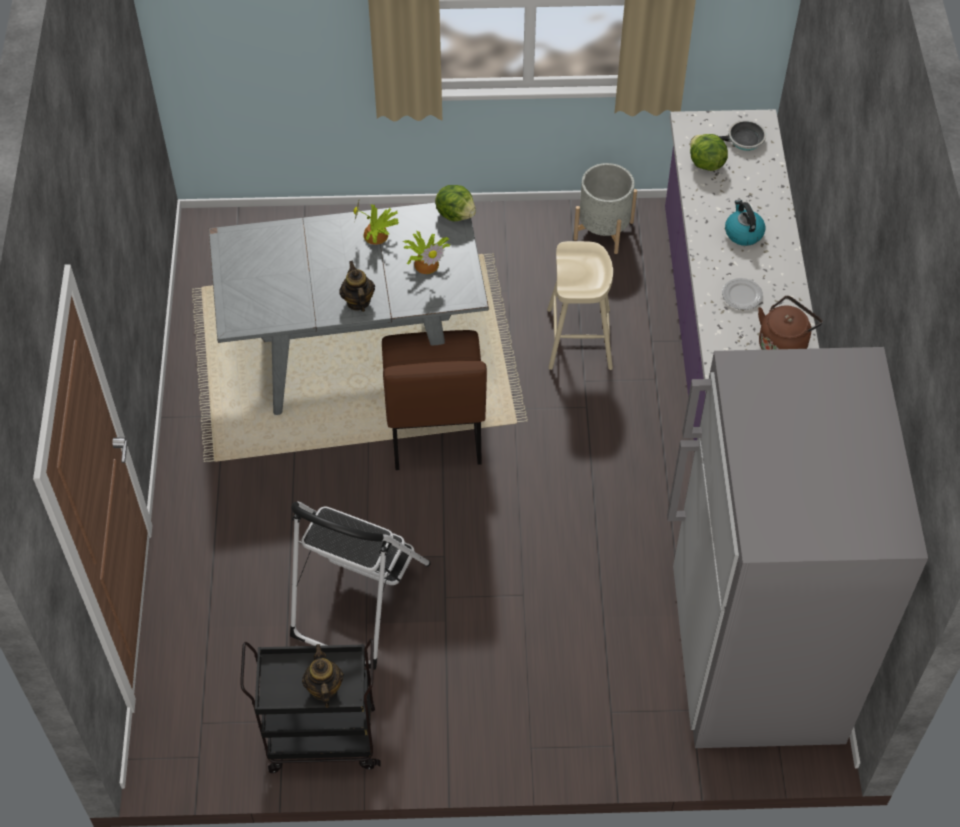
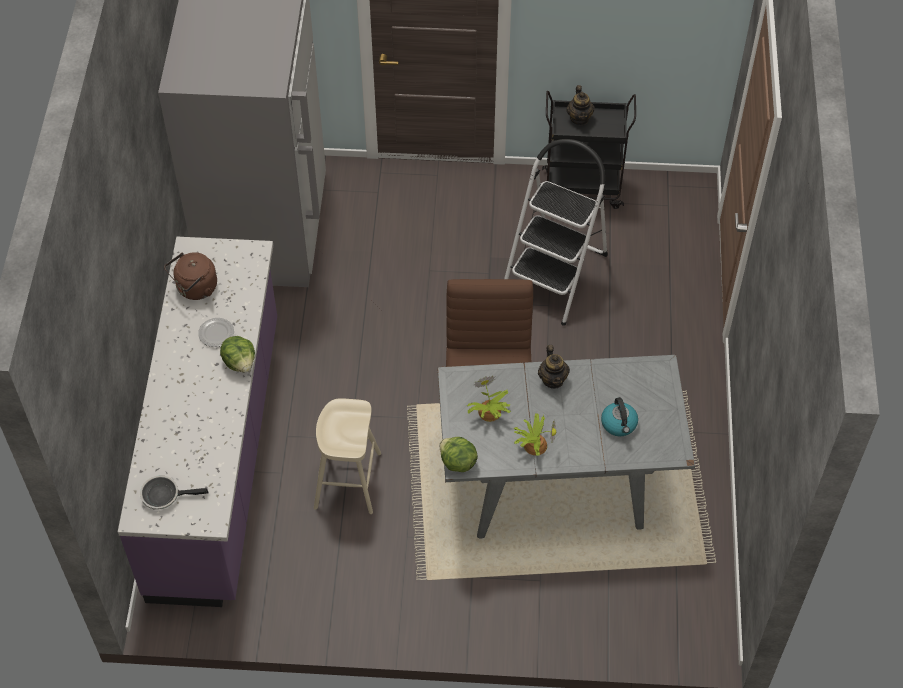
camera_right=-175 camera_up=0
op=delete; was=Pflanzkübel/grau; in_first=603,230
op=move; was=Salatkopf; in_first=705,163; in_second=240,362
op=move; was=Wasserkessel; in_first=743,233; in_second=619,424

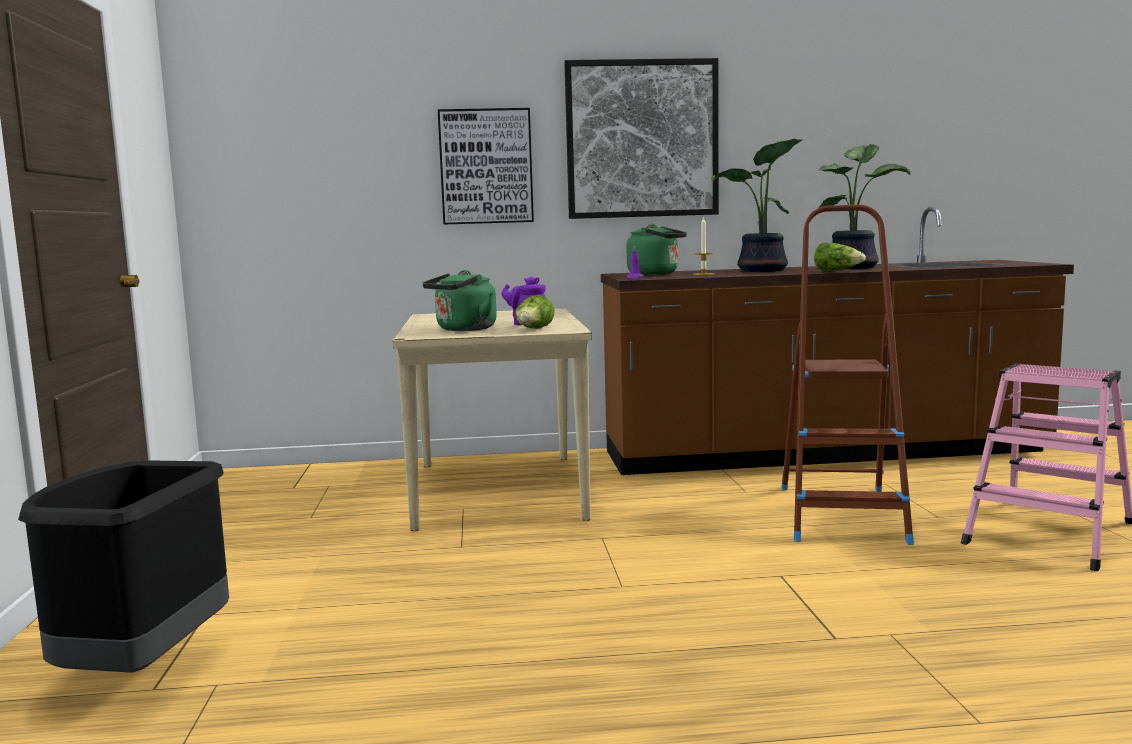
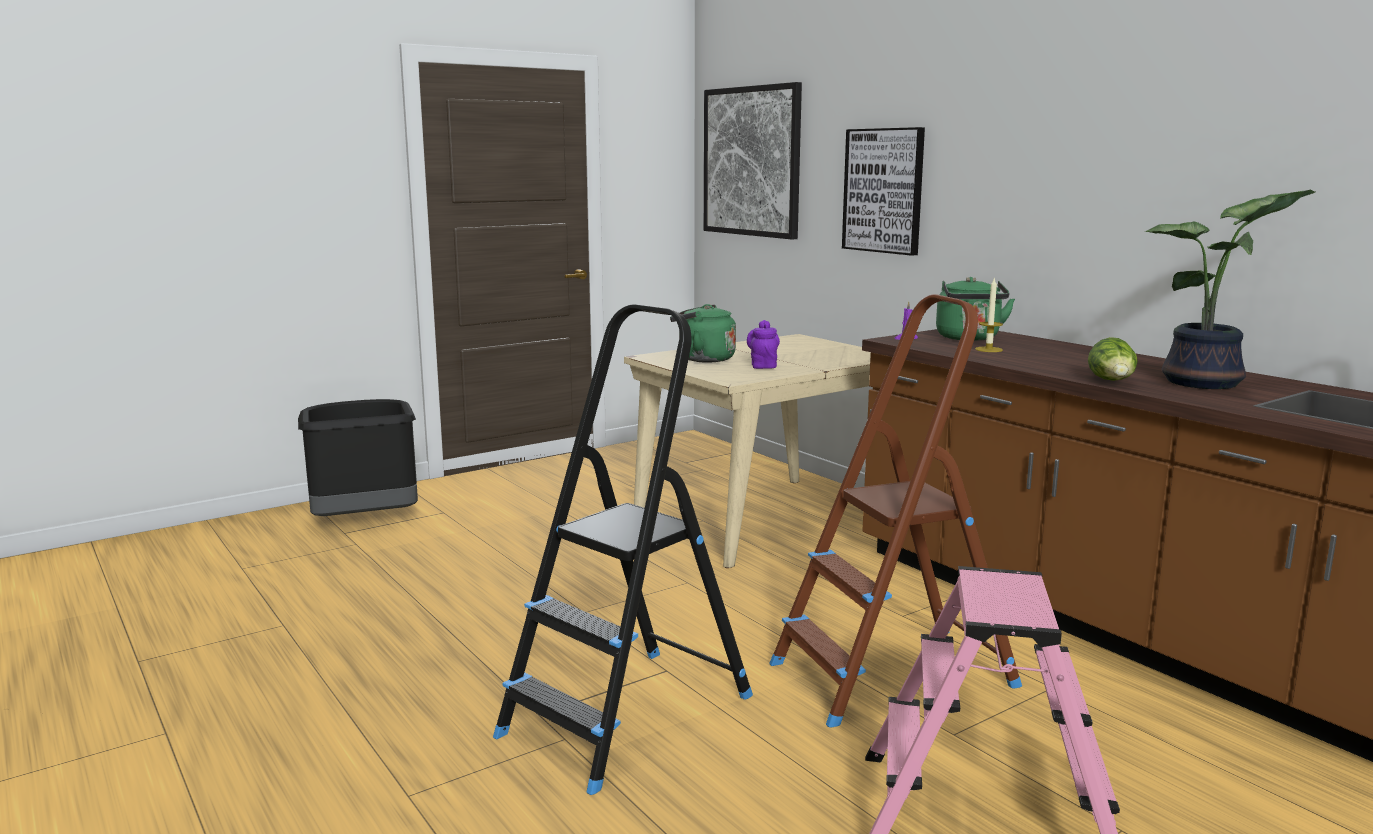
camera_right=60 camera_up=5
op=delete; was=Salatkopf; in_first=534,329
op=move; was=Bild; in_first=642,139; in_second=751,161
op=delete; was=Topfpflanze; in_first=761,271
op=insert; now=Trittleiter/schwarz; in_second=625,716

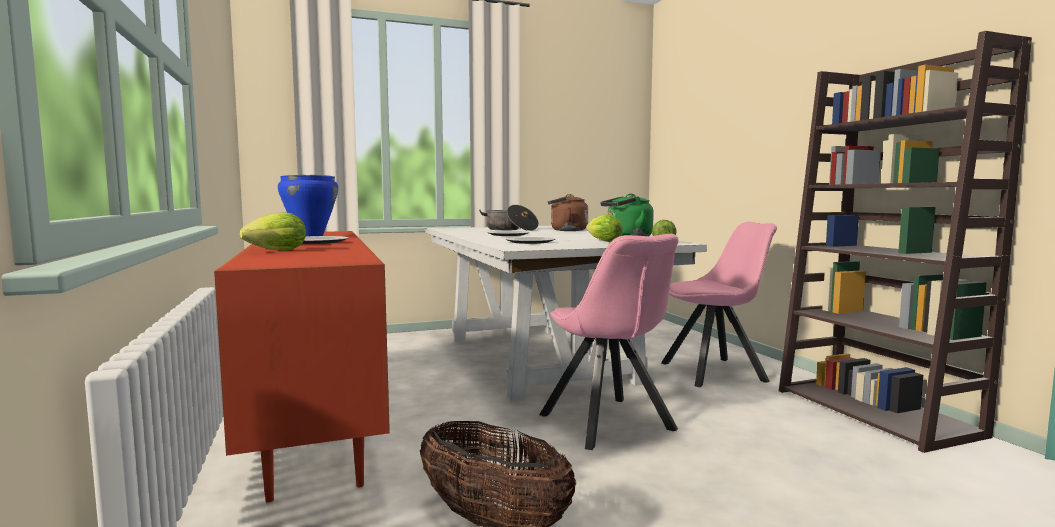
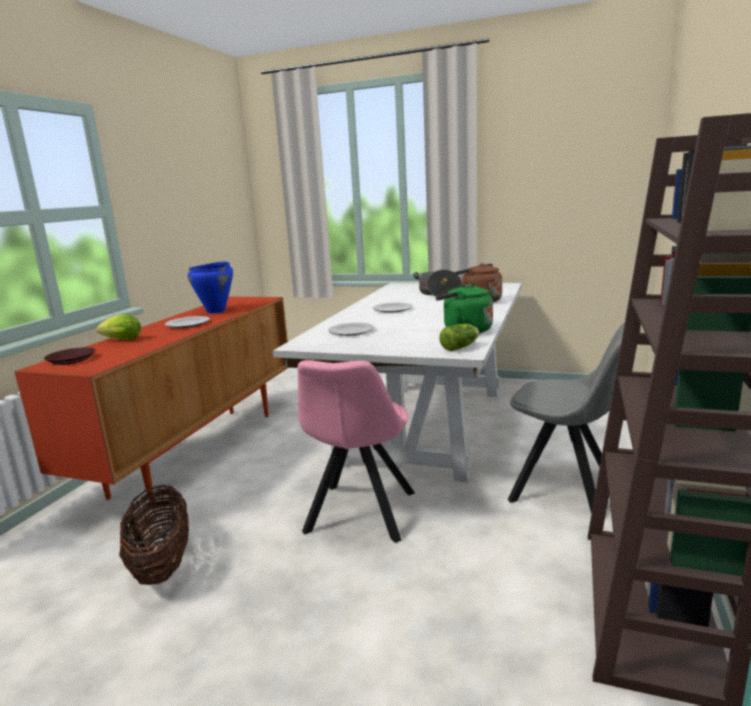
camera_right=40 camera_up=10
op=delete; was=Salatkopf; in_first=602,241
op=recolor; was=Stuhl/rosa; now=Stuhl/grau; in_first=715,372; in_second=565,488
op=insert; now=Teller/braun; in_second=72,359

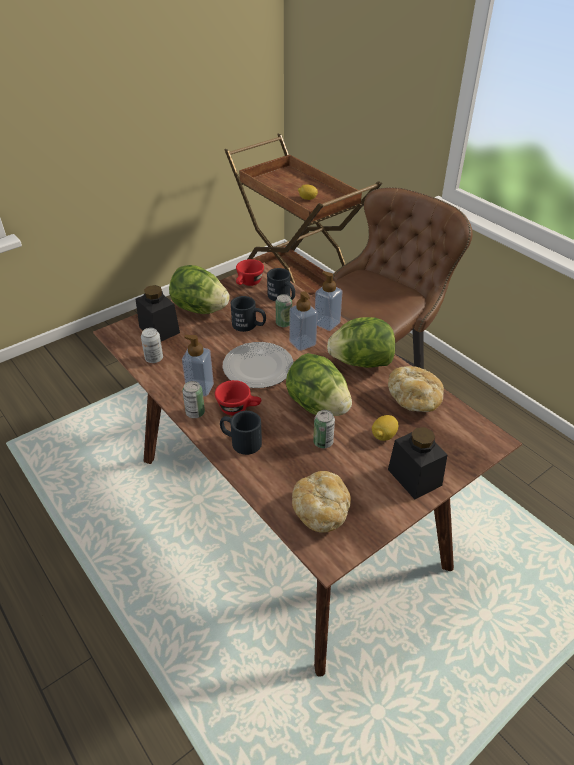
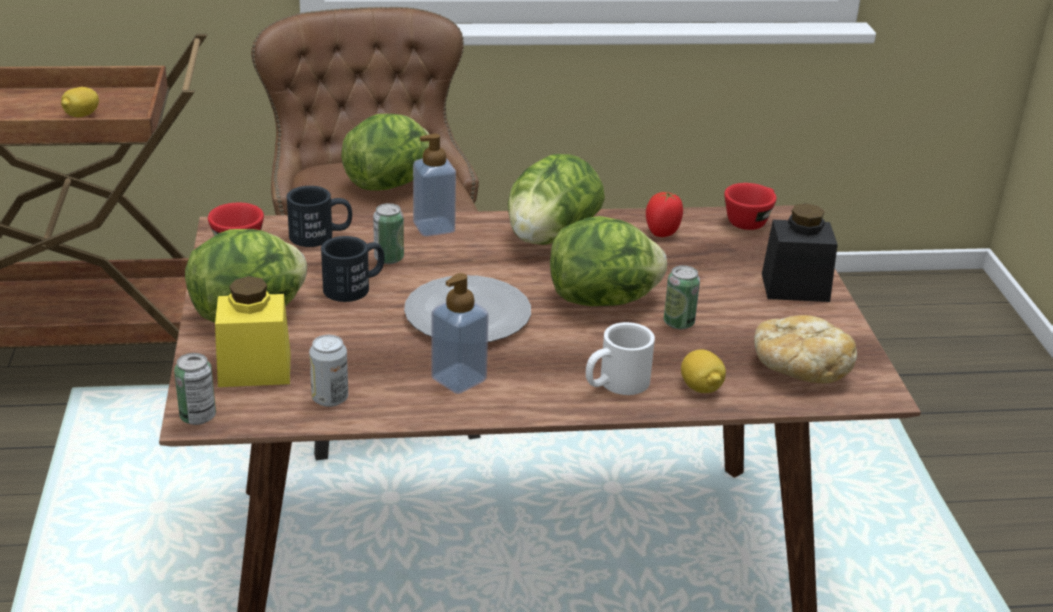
camera_right=-60 camera_up=-10
op=recolor; was=Vorratsglas/schwarz; now=Vorratsglas/gelb; in_first=159,330; in_second=254,369
op=move; was=Dose; in_first=195,413; in_second=198,417
op=move; was=Tasse/rot; in_first=239,408; in_second=750,220
op=recolor; was=Henkelbecher/schwarz; now=Henkelbecher/weiß; in_first=240,441; in_second=615,384
op=delete; was=Seifenspender; in_first=302,343
op=move; was=Zitrone; in_first=383,436; in_second=701,388
op=replace; was=Brot; now=Tomate; in_first=414,399; in_second=662,233
op=insert; now=Salatkopf; in_second=391,184

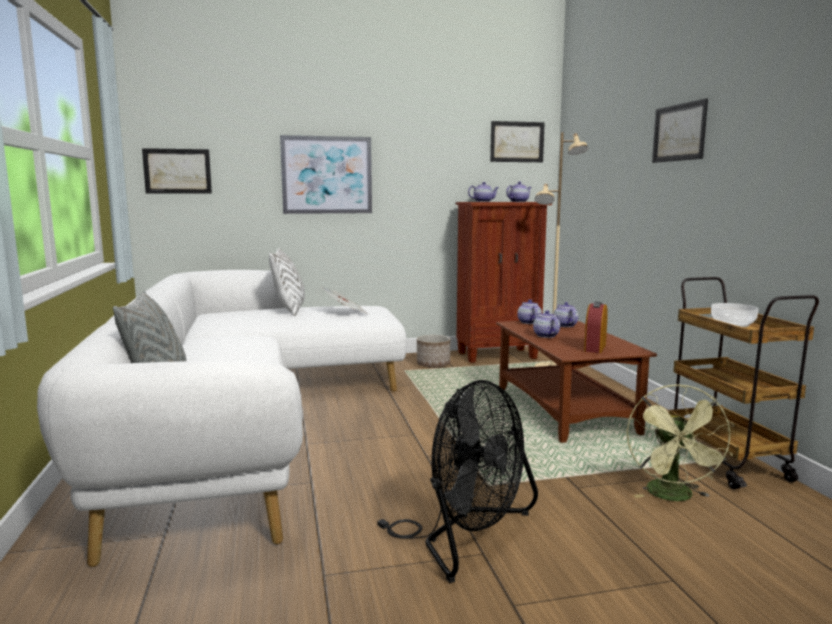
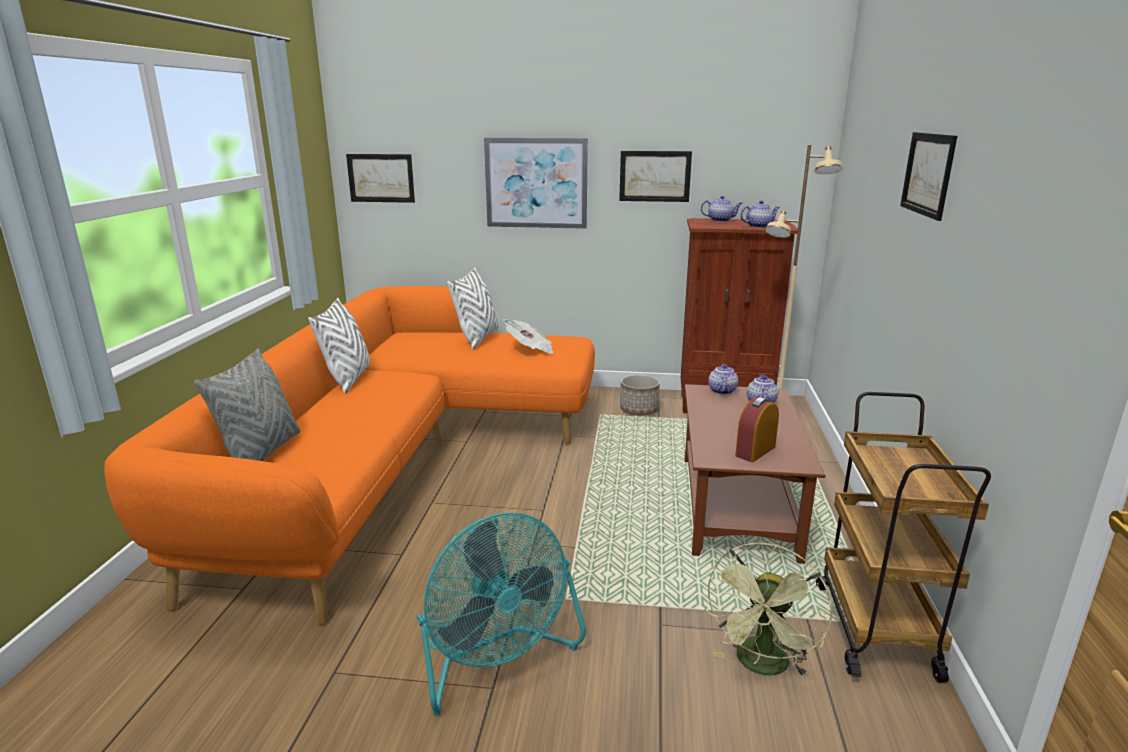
camera_right=20 camera_up=10
op=recolor; was=Sofa/weiß; now=Sofa/orange; in_first=247,417; in_second=402,457
op=recolor; was=Ventilator/schwarz; now=Ventilator/türkis; in_first=463,537; in_second=489,661
op=move; was=Bild; in_first=517,142; in_second=655,176
op=delete; was=Teekanne; in_first=545,335
op=delete; was=Schüssel; in_first=733,324
op=insert; now=Kissen/weiß; in_second=348,379

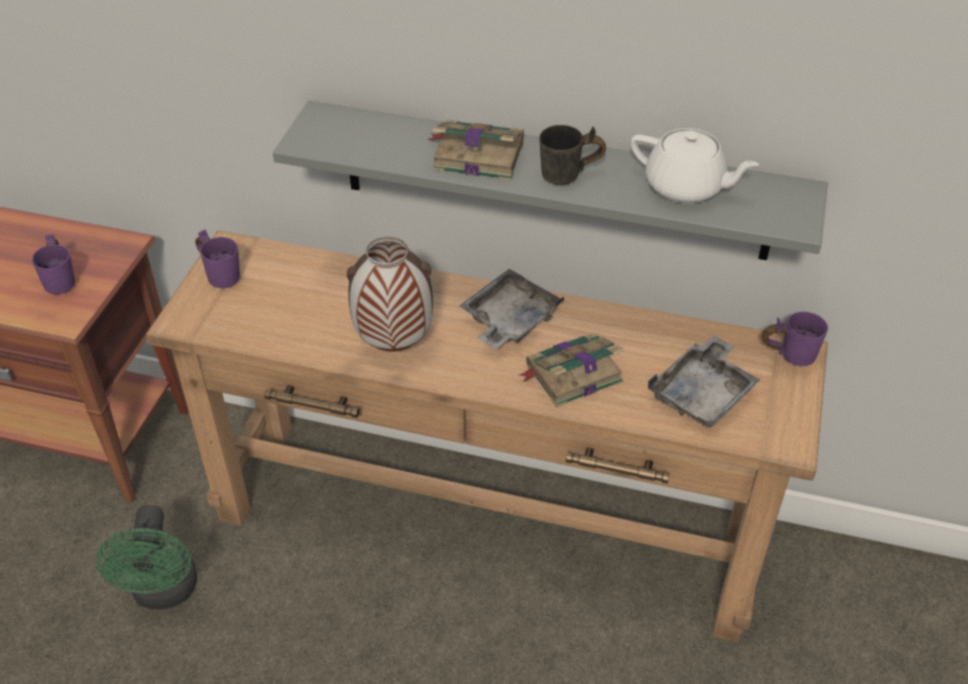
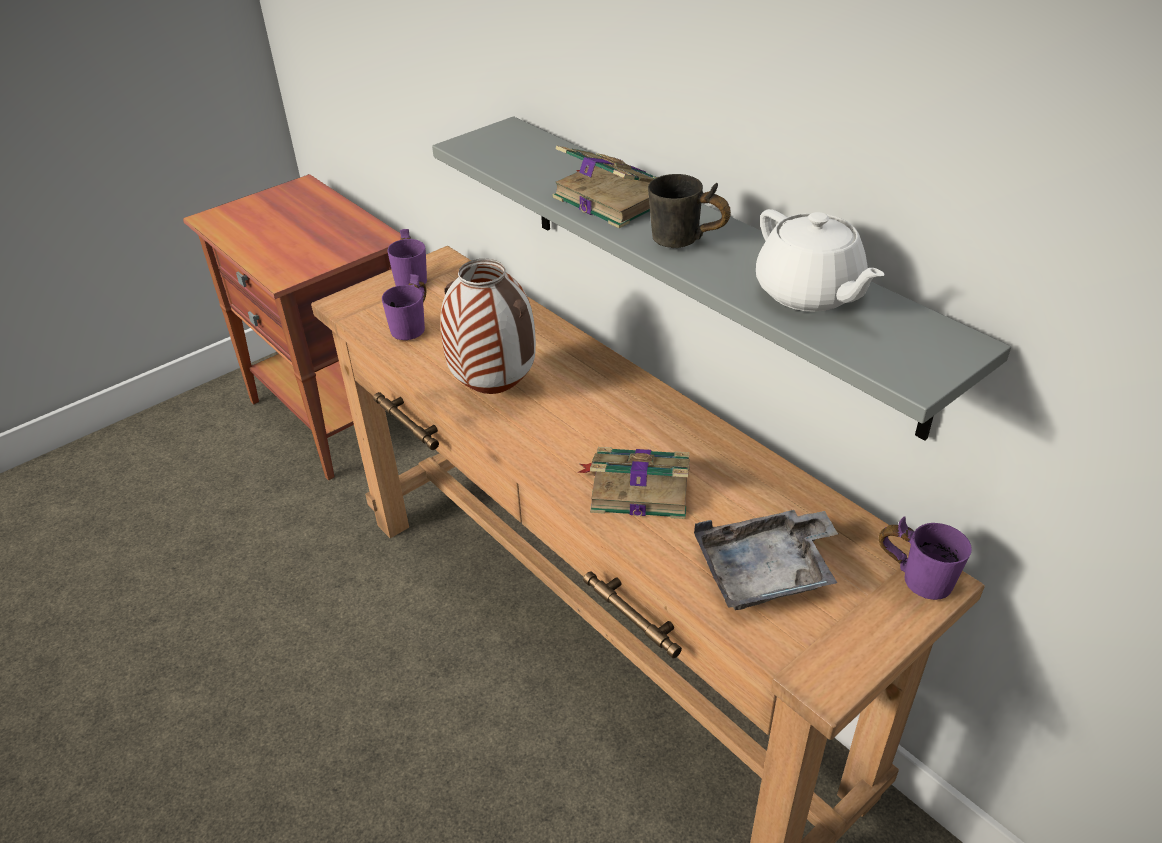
camera_right=35 camera_up=-5
op=move; was=Henkelbecher/lila; in_first=64,280; in_second=415,329
op=delete; was=Ventilator/grün; in_first=164,593
op=delete; was=Tablett/grau; in_first=509,320

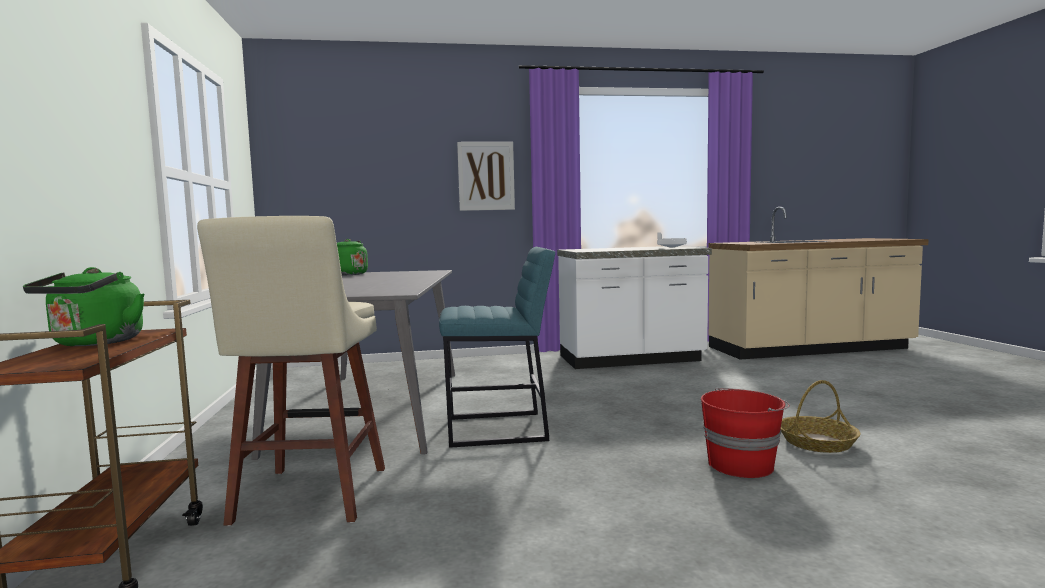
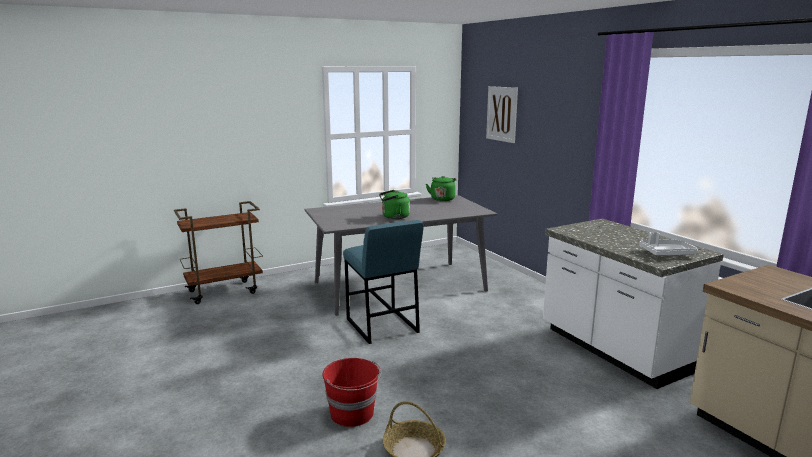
camera_right=70 camera_up=10
op=move; was=Wasserkessel/grün; in_first=95,343; in_second=394,217
op=delete; was=Hocker/beige; in_first=309,497
op=move; was=Bild; in_first=486,176; in_second=502,114

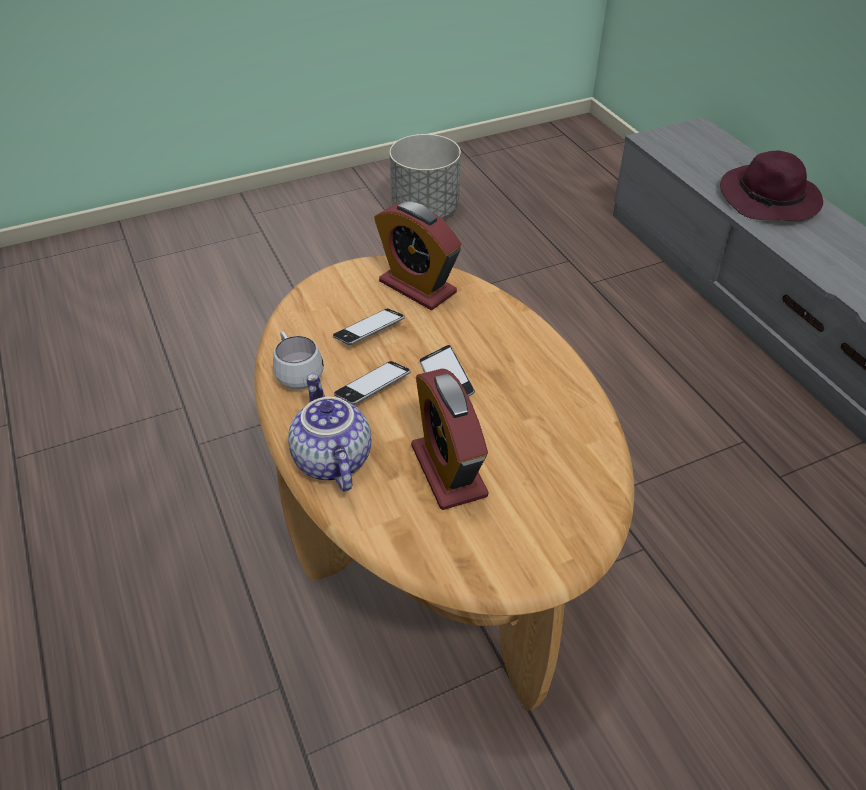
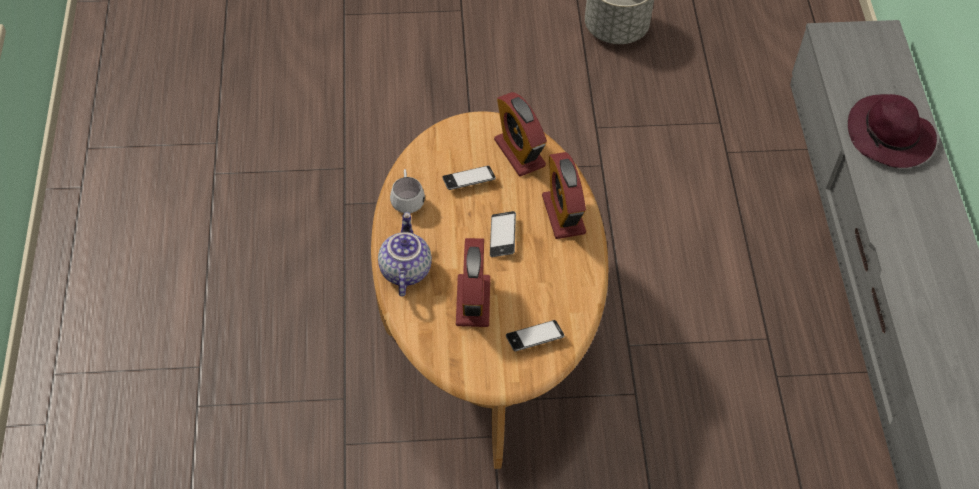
camera_right=20 camera_up=10
op=move; was=Handy; in_first=372,387; in_second=534,338
op=insert; now=Wecker; in_second=563,214

